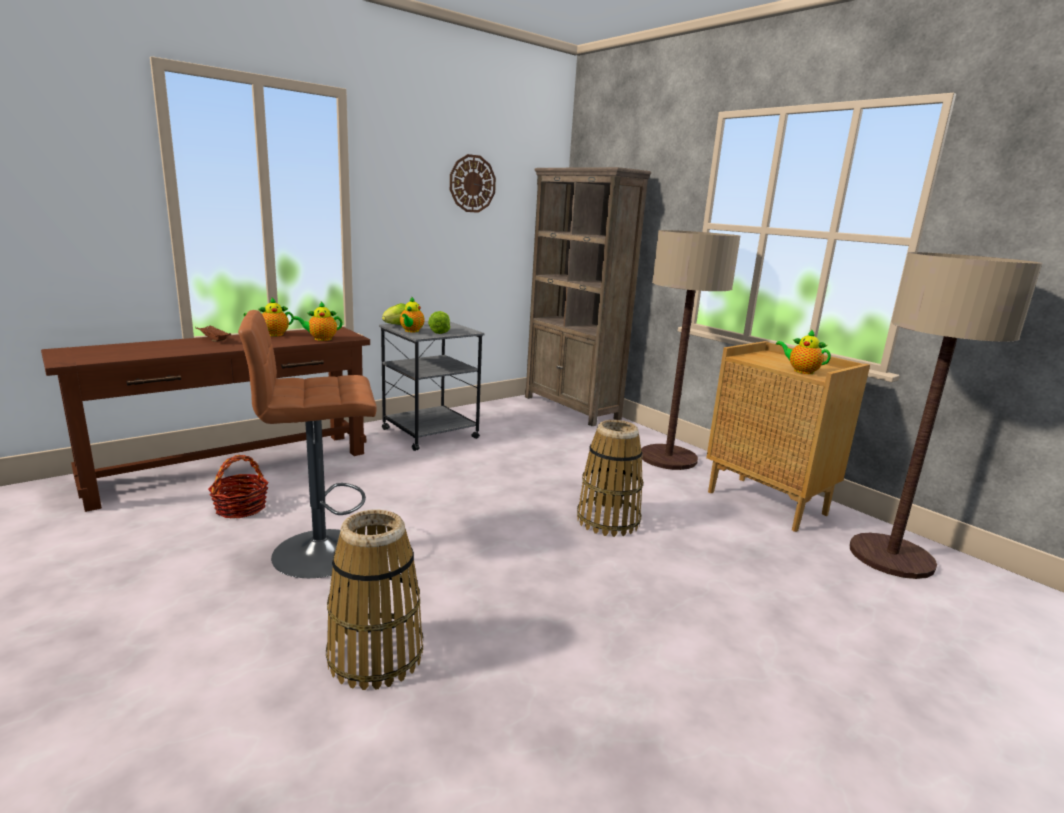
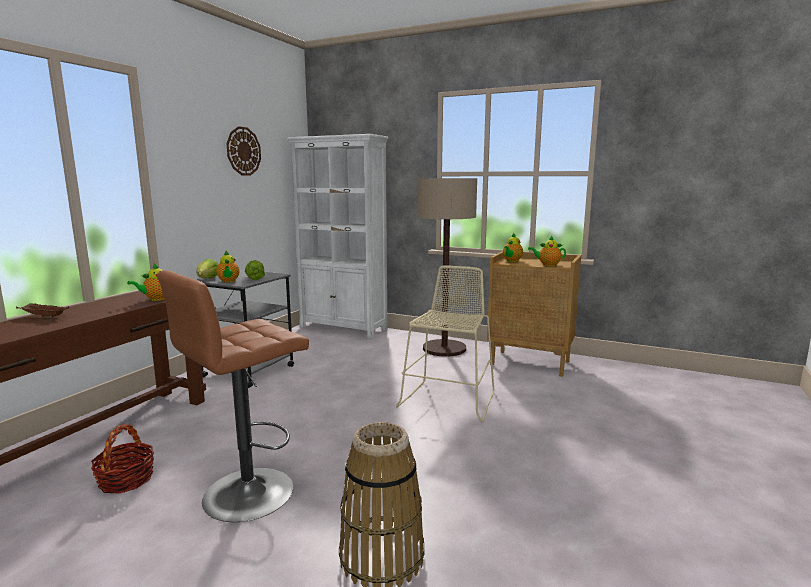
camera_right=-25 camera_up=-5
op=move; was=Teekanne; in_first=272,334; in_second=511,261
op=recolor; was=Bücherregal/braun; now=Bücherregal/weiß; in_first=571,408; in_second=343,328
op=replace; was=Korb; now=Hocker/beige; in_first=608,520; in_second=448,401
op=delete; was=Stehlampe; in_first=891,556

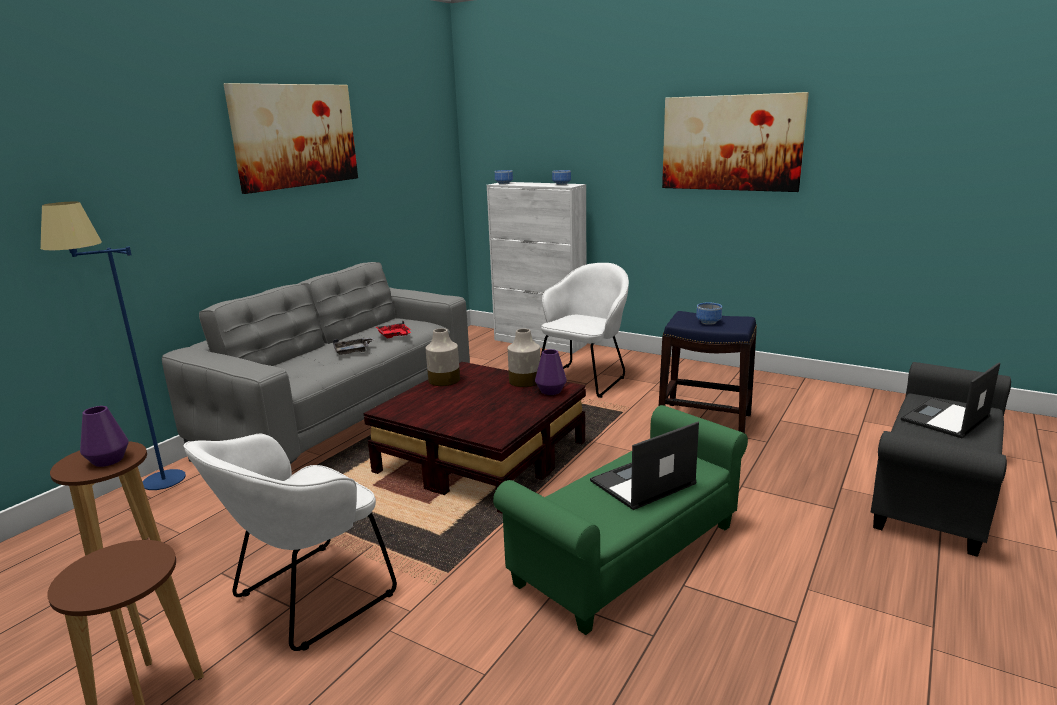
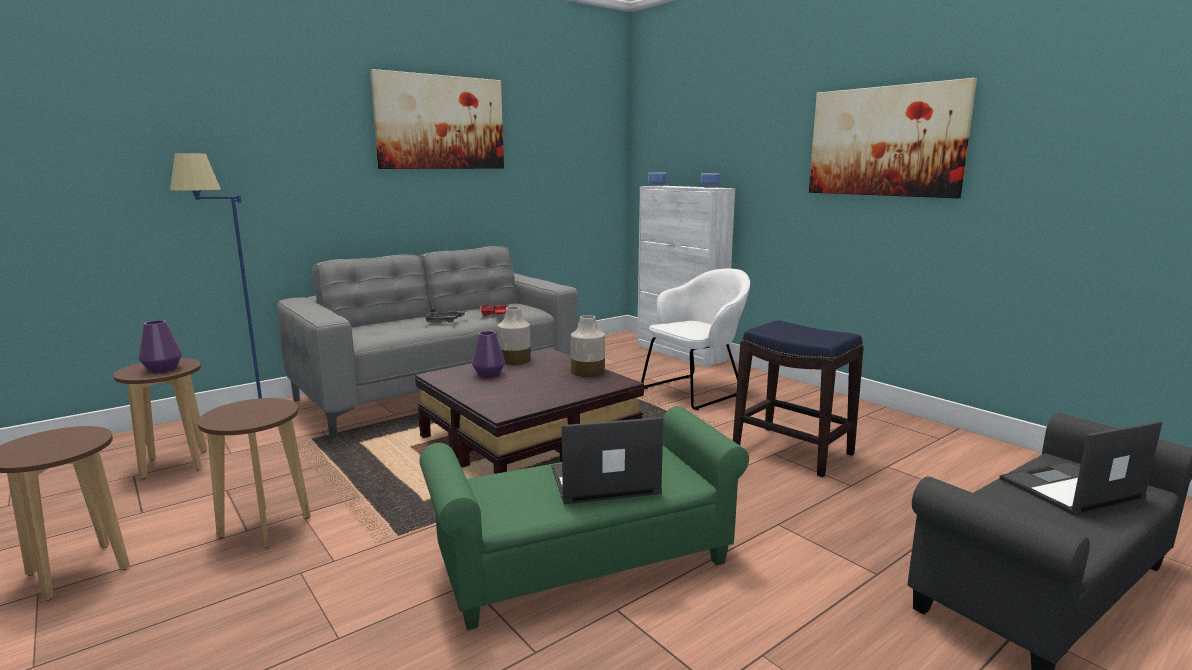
camera_right=20 camera_up=-5
op=replace; was=Sessel/weiß; now=Hocker/braun; in_first=306,598; in_second=264,527
op=move; was=Vase/lila; in_first=550,391; in_second=488,375
op=delete; was=Schüssel; in_first=708,322

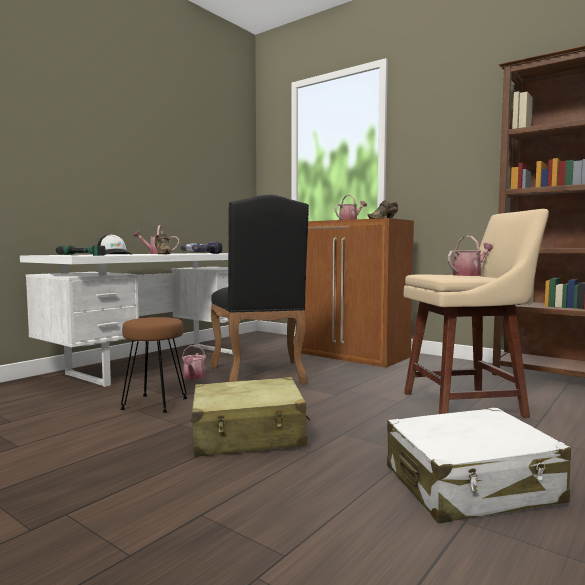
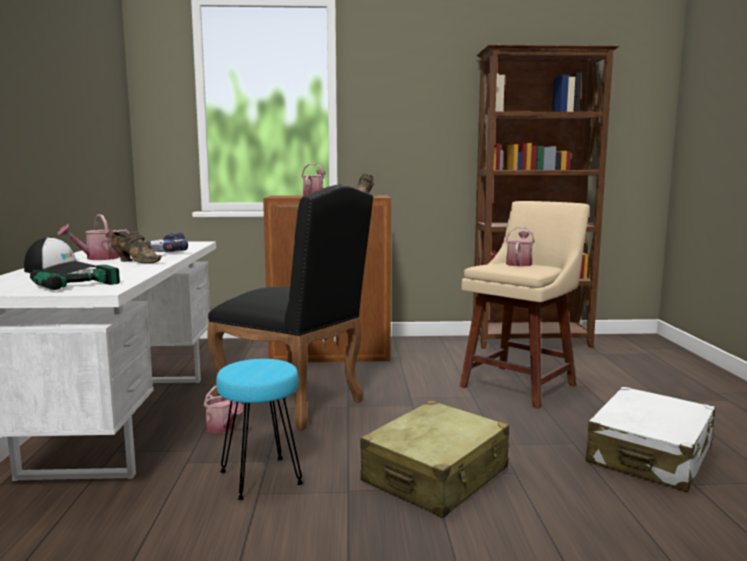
camera_right=-40 camera_up=5
op=recolor; was=Hocker/braun; now=Hocker/türkis; in_first=155,403; in_second=261,477

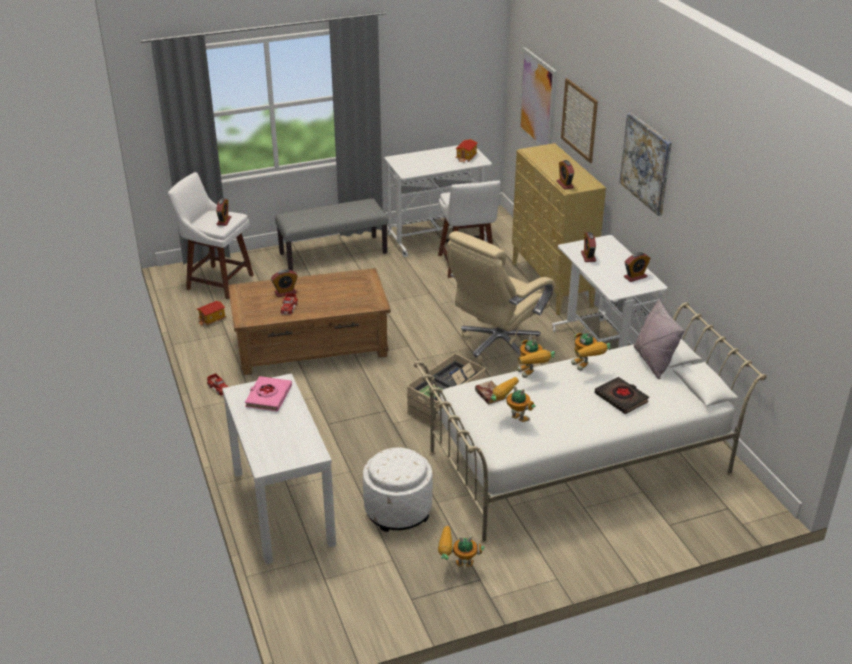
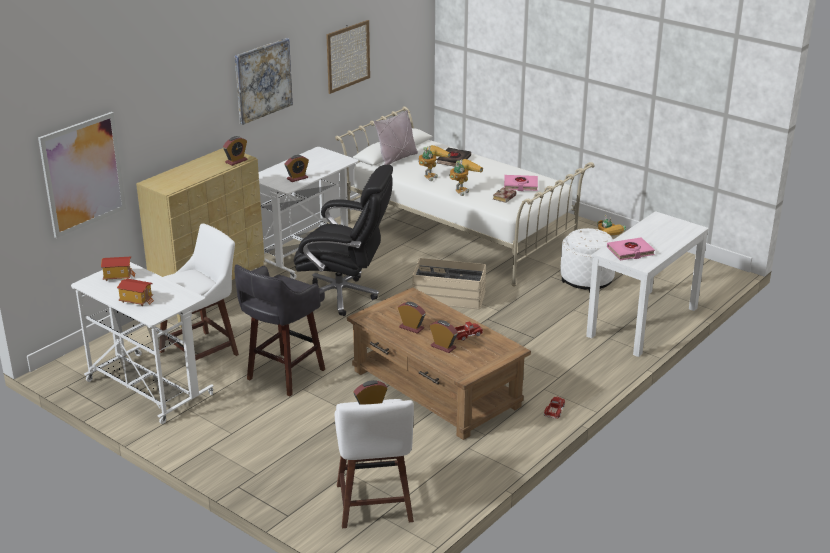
camera_right=-120 camera_up=-5
op=move; was=Spielzeughaus; in_first=212,320; in_second=137,300
op=delete; was=Bank/grau; in_first=333,253
op=recolor; was=Bürostuhl/beige; now=Bürostuhl/schwarz; in_first=496,347; in_second=344,297
op=replace; was=Spielzeugroboter; now=Buch/rosa; in_first=511,418; in_second=520,185
op=move; was=Bild; in_first=579,119; in_second=348,55
op=move; was=Wecker; in_first=635,277; in_second=411,328
op=insert; now=Hocker/grau; in_second=283,376

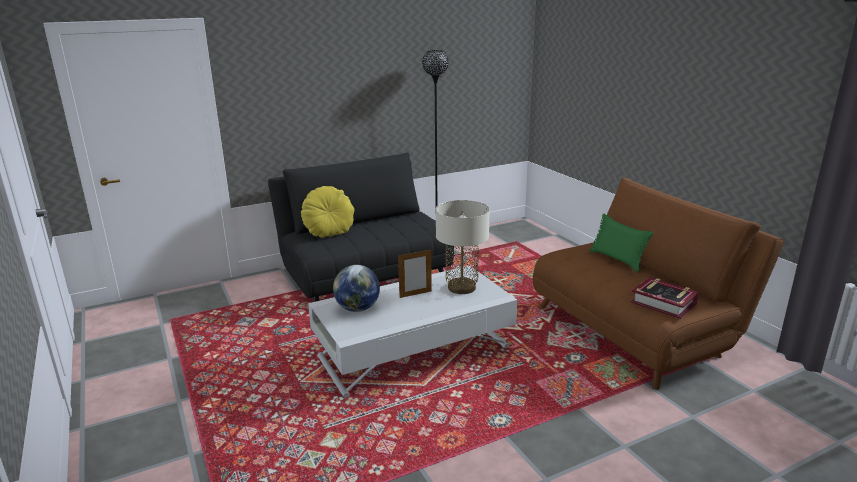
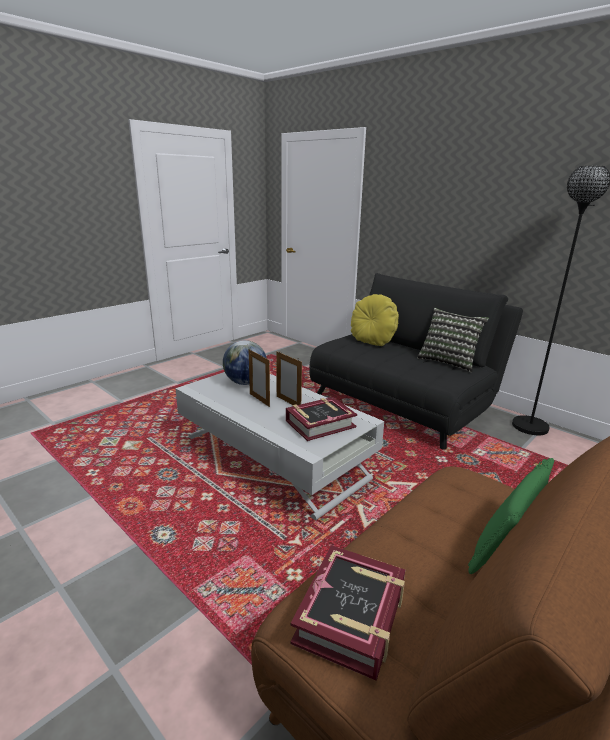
camera_right=70 camera_up=0
op=replace; was=Tischlampe; now=Buch; in_first=461,287; in_second=320,424
op=insert; now=Bilderrahmen; in_second=259,400
op=insert; now=Kissen; in_second=448,361

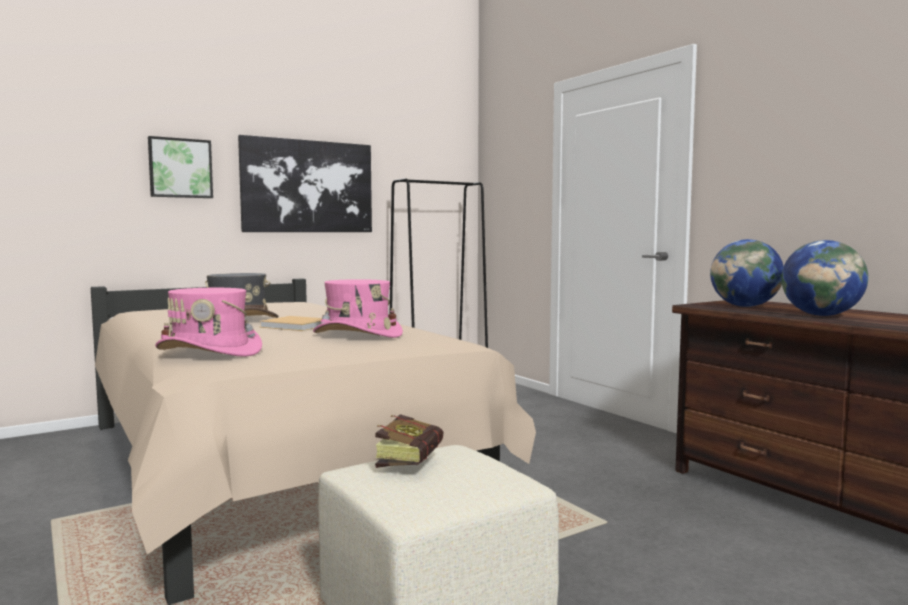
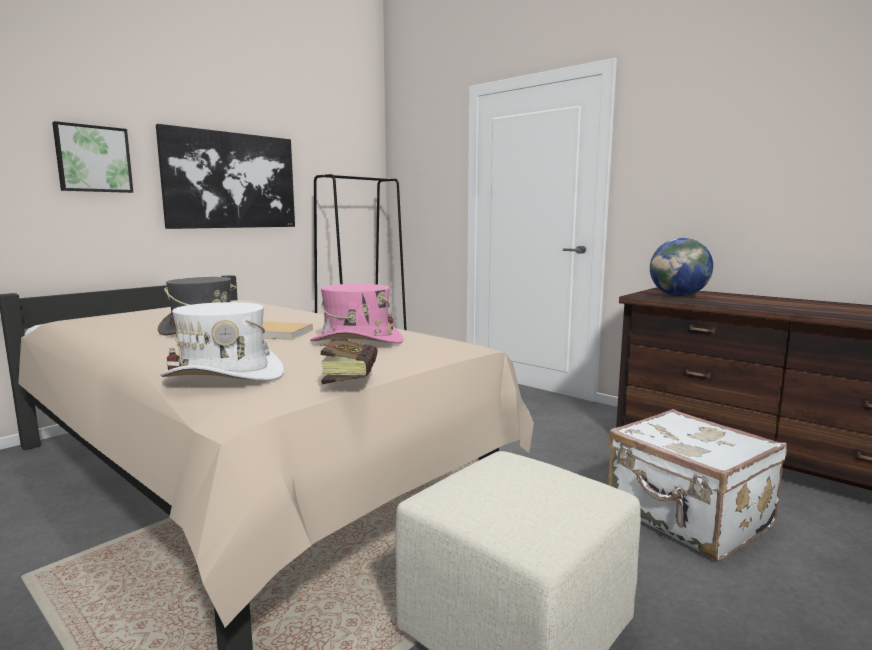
camera_right=-15 camera_up=5
op=recolor; was=Hut/rosa; now=Hut/weiß; in_first=210,352; in_second=224,375
op=move; was=Buch; in_first=412,462; in_second=351,379
op=delete; was=Globus; in_first=821,315
op=insert; now=Koffer/weiß; in_second=687,518

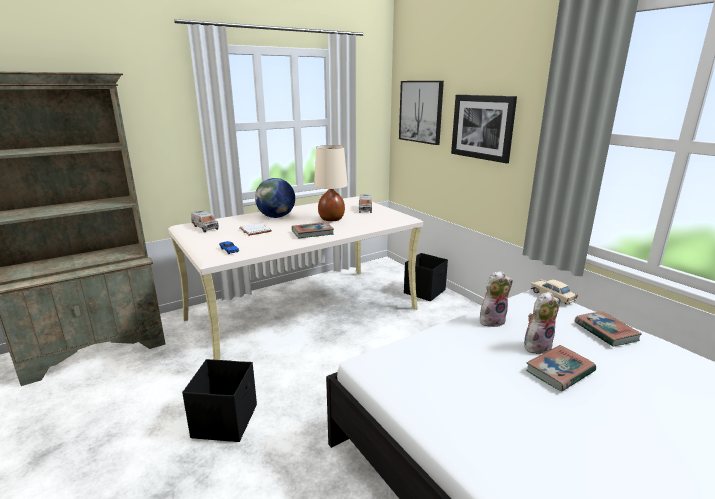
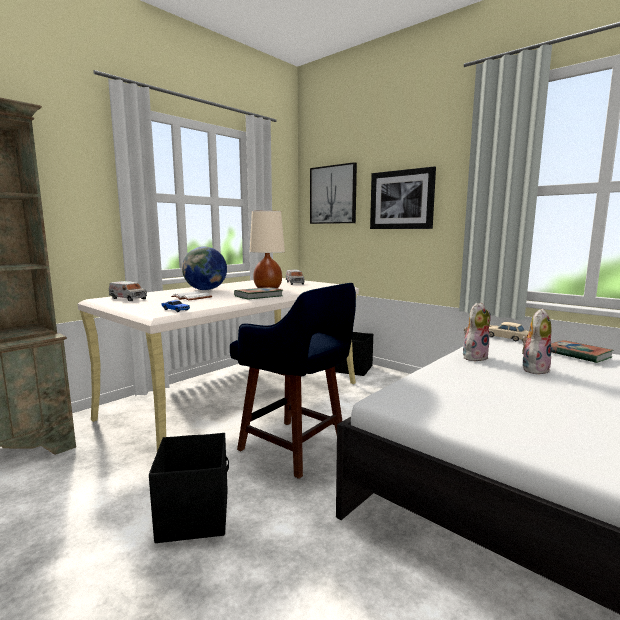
camera_right=-15 camera_up=-10
op=delete; was=Buch; in_first=560,371
op=insert; now=Hocker/blau; in_second=296,449

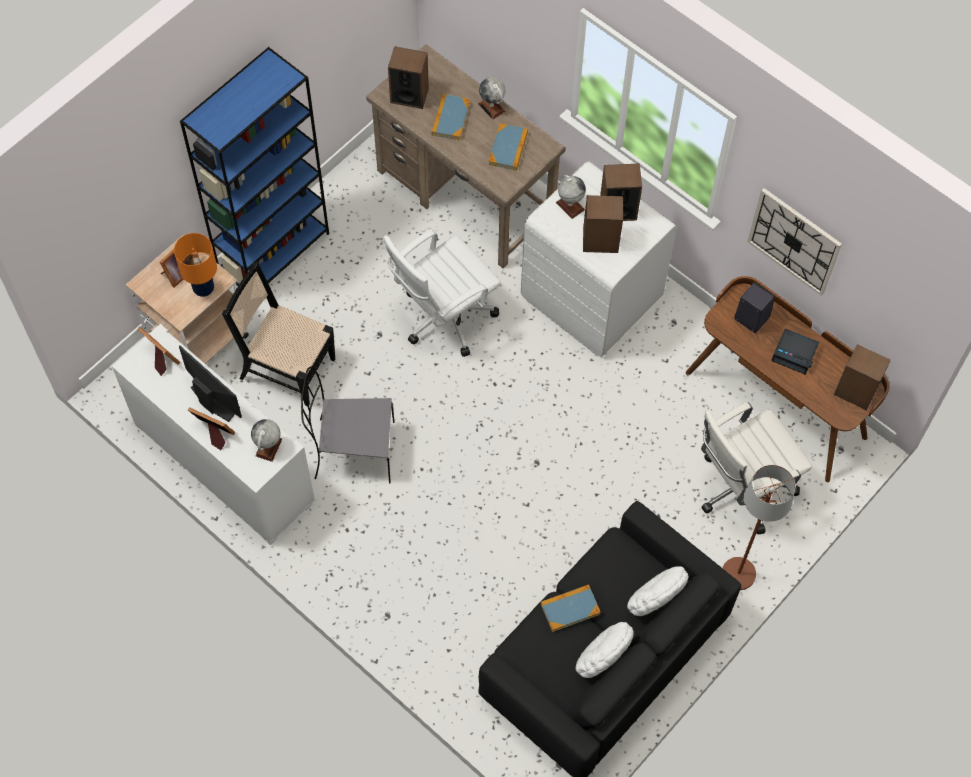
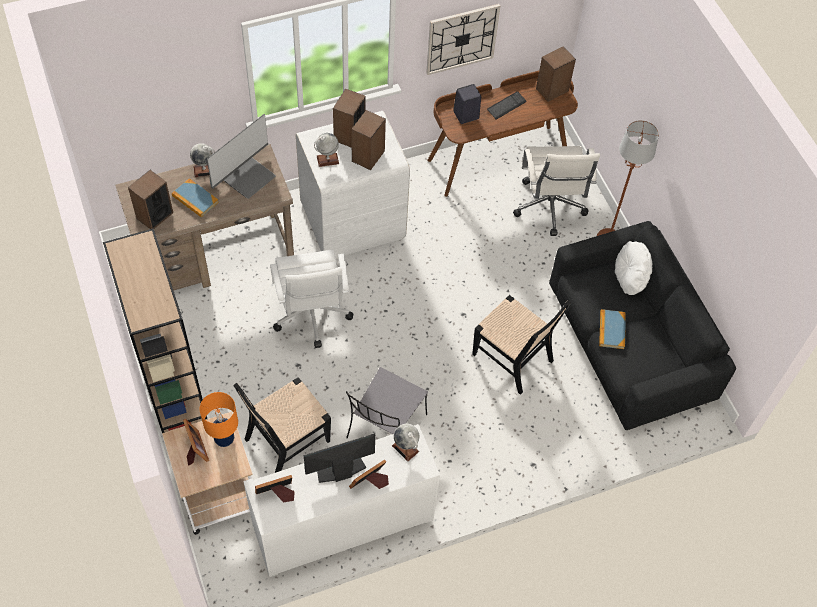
camera_right=-65 camera_up=-5
op=recolor; was=Bücherregal/blau; now=Bücherregal/beige; in_first=274,253; in_second=177,405
op=replace; was=Buch; now=Monitor; in_first=508,148; in_second=247,176
op=delete; was=Kissen/weiß; in_first=602,660
op=replace; was=Wecker; now=Tastatur; in_first=795,353; in_second=506,106
op=insert; now=Stuhl; in_second=512,358

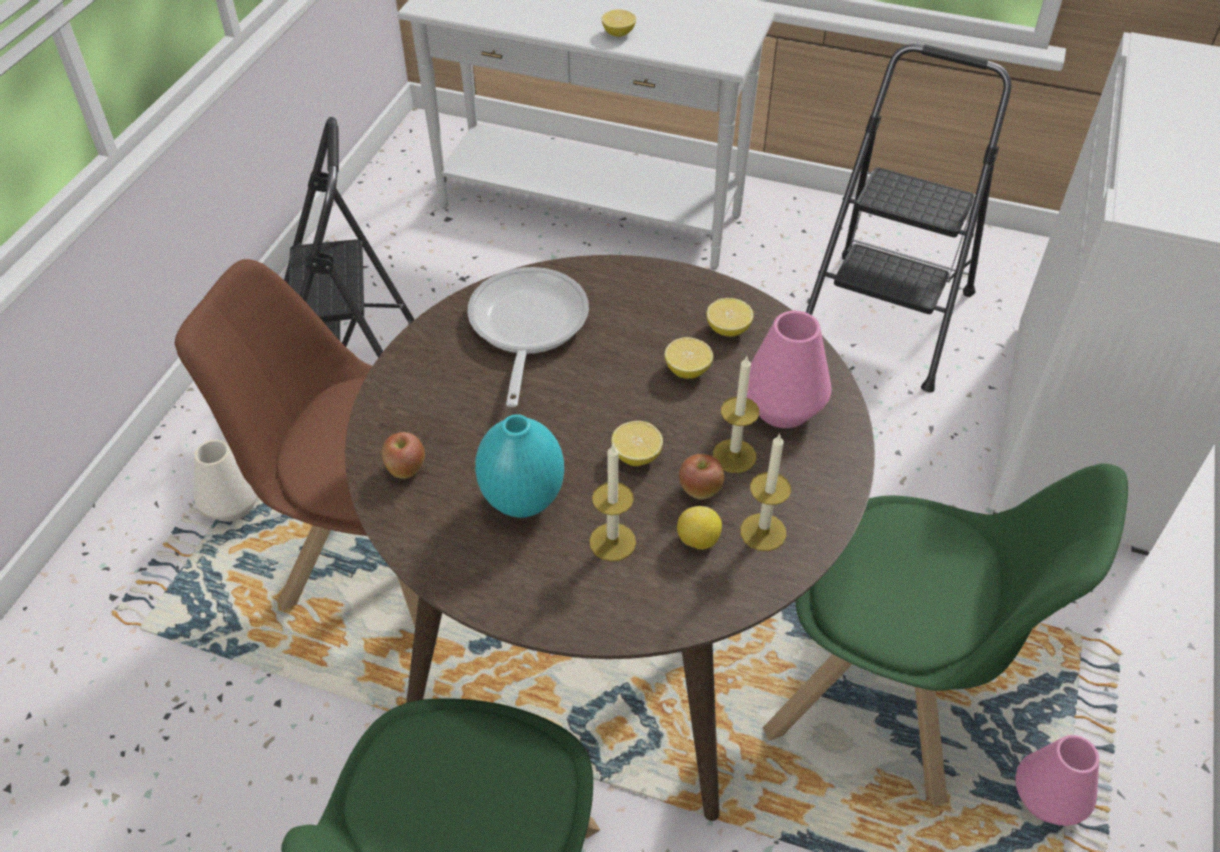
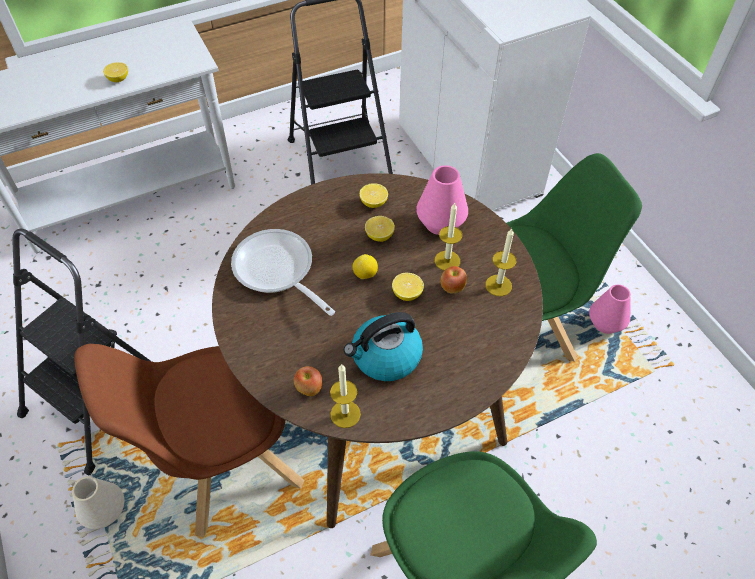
camera_right=-45 camera_up=5
op=replace; was=Vase/türkis; now=Wasserkessel; in_first=523,502; in_second=385,357
op=move; was=Kerze; in_first=612,542; in_second=345,414
op=move; was=Zitrone; in_first=697,540; in_second=365,274

